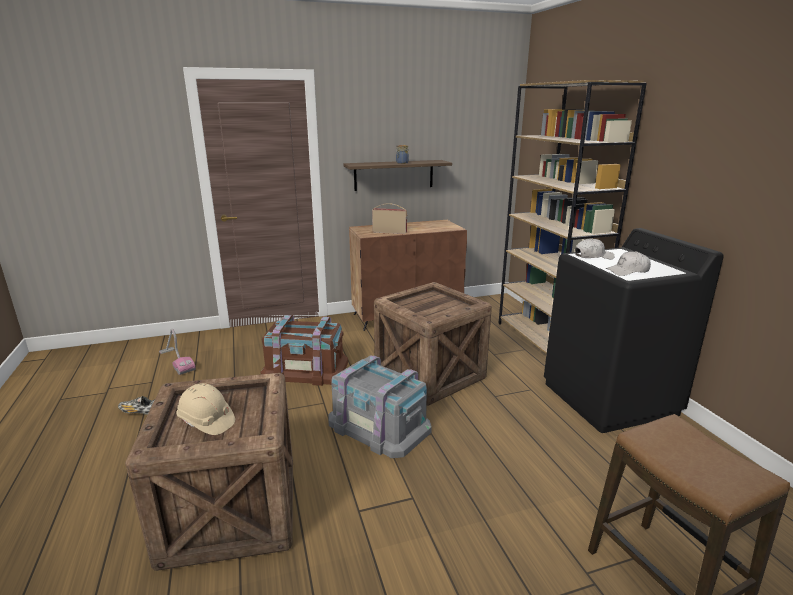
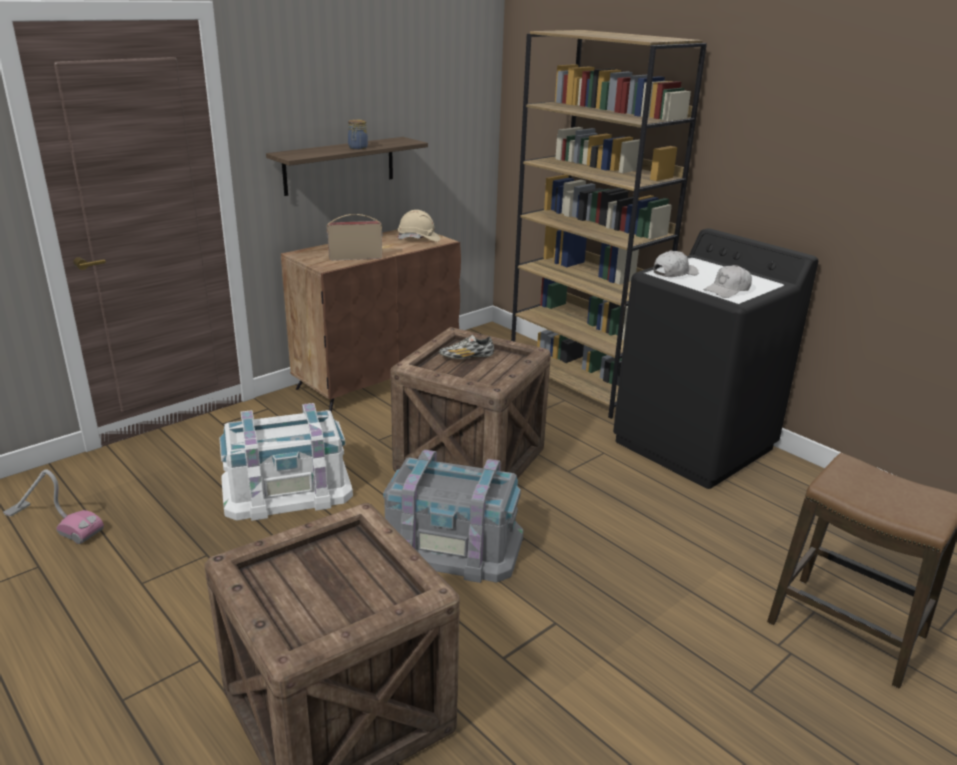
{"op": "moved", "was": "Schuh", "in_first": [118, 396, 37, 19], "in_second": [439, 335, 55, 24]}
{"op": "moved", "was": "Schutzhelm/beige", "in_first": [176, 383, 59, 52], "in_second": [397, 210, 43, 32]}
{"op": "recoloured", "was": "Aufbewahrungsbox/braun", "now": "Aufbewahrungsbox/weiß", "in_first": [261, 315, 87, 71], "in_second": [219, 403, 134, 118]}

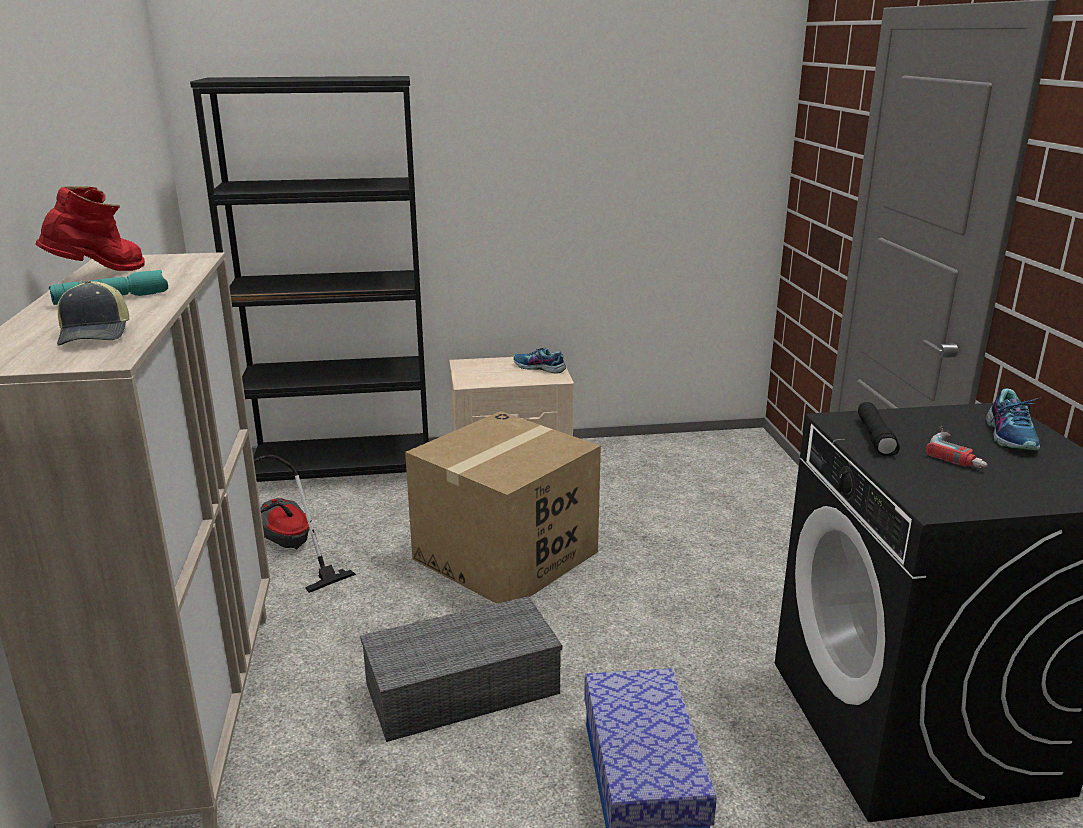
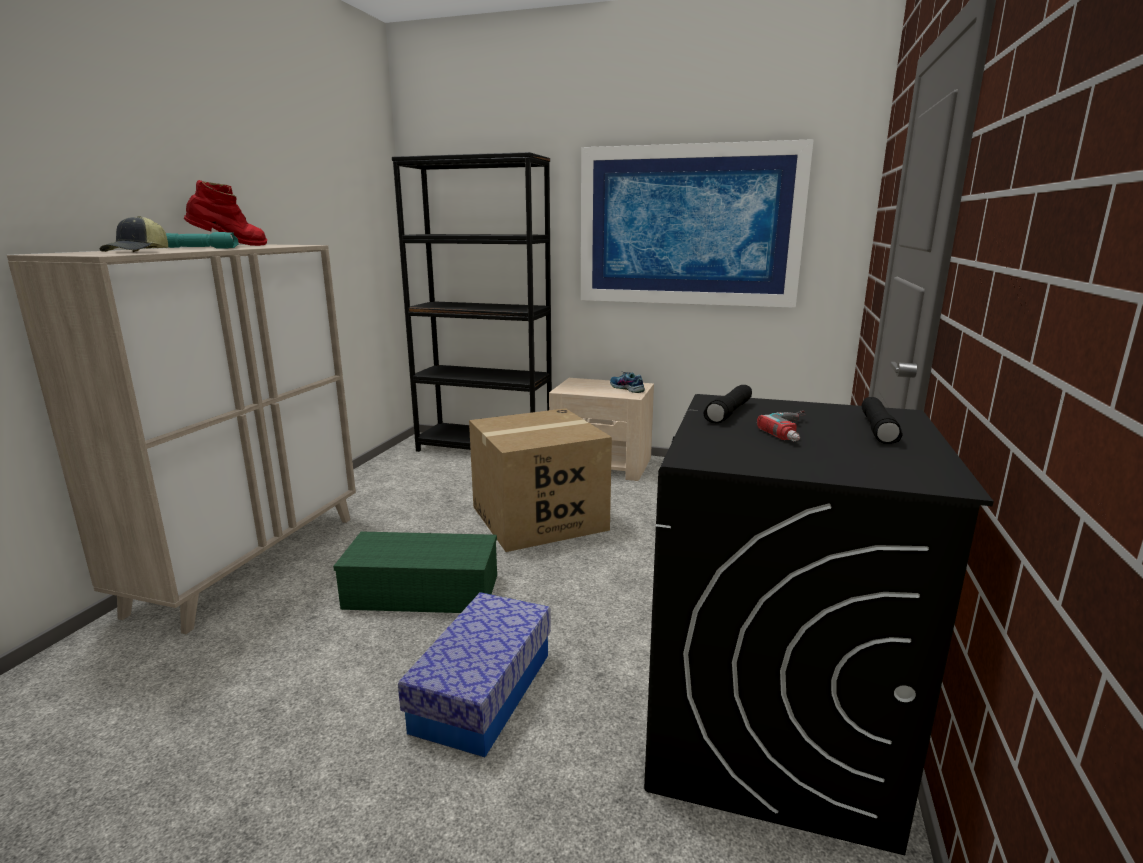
{"op": "removed", "was": "Staubsauger", "in_first": [254, 455, 102, 138]}
{"op": "added", "now": "Bild", "in_second": [581, 139, 233, 169]}
{"op": "replaced", "was": "Schuh", "now": "Taschenlampe/schwarz", "in_first": [986, 388, 54, 62], "in_second": [862, 397, 40, 47]}
{"op": "recoloured", "was": "Aufbewahrungsbox/grau", "now": "Aufbewahrungsbox/grün", "in_first": [360, 596, 202, 146], "in_second": [333, 532, 164, 81]}

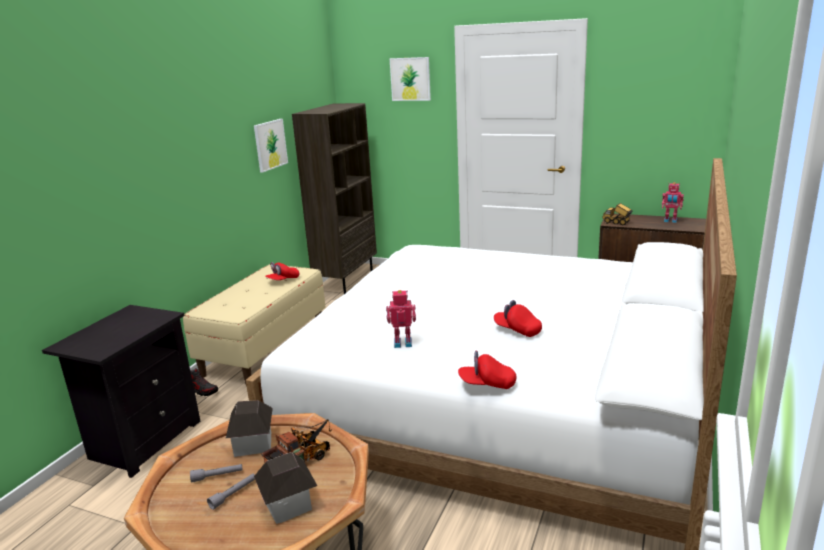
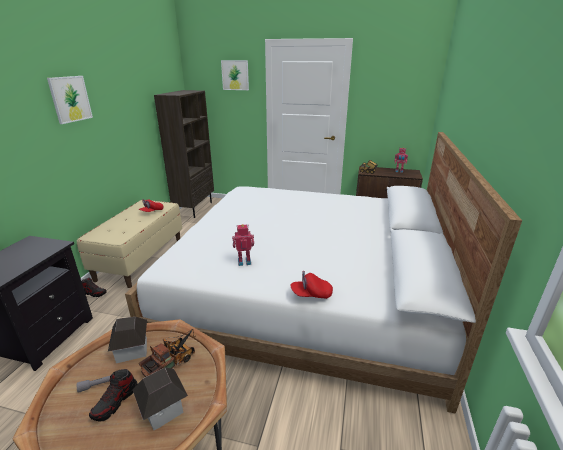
{"op": "removed", "was": "Kappe/rot", "in_first": [494, 300, 48, 37]}
{"op": "moved", "was": "Bild", "in_first": [254, 119, 34, 54], "in_second": [47, 76, 46, 48]}
{"op": "replaced", "was": "Taschenlampe/grau", "now": "Schuh", "in_first": [207, 474, 48, 36], "in_second": [89, 369, 49, 53]}

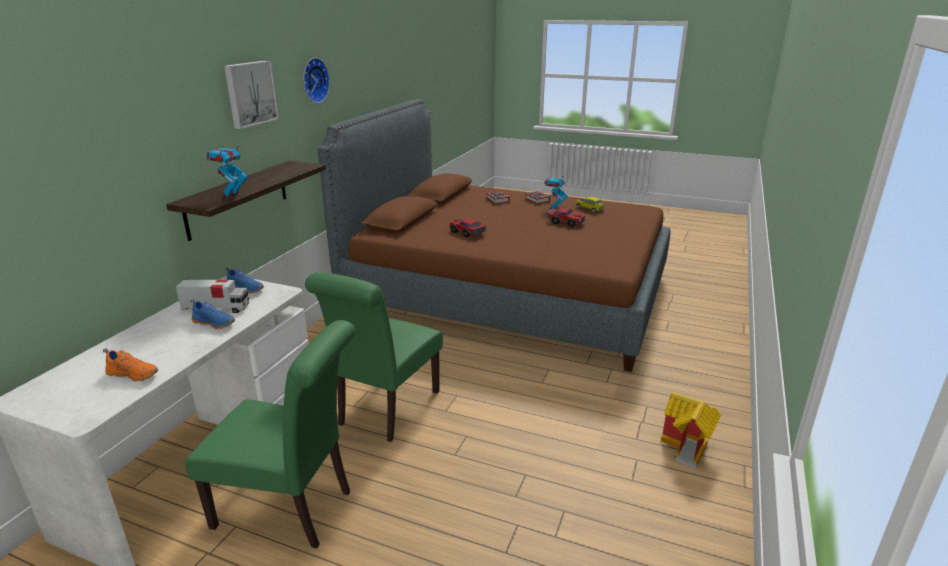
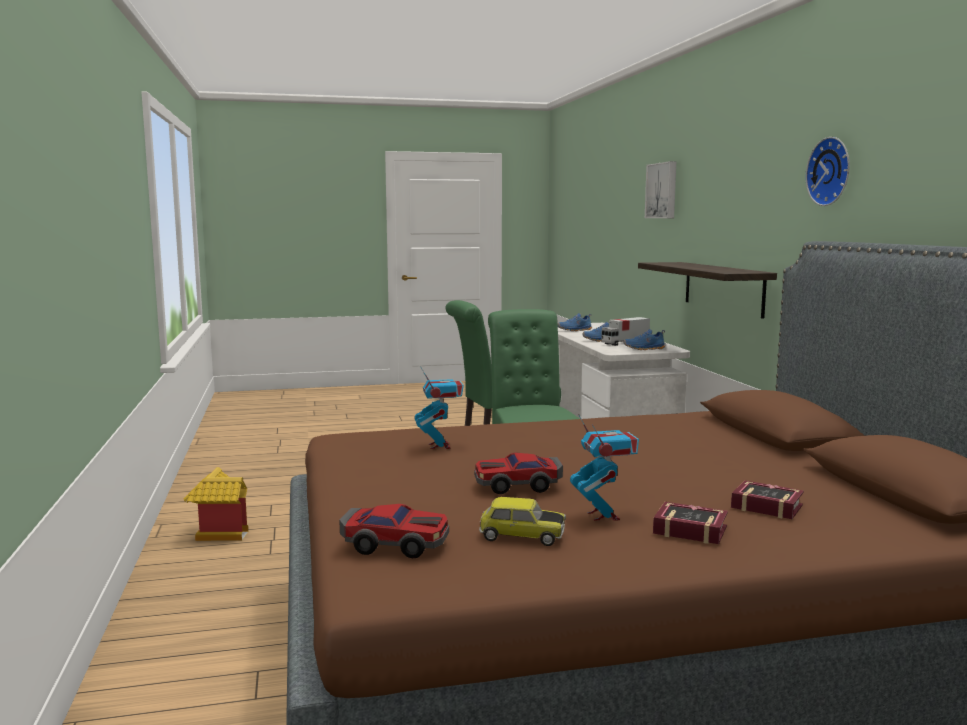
{"op": "moved", "was": "Spielzeugroboter", "in_first": [206, 140, 42, 58], "in_second": [414, 367, 50, 82]}
{"op": "moved", "was": "Bild", "in_first": [224, 61, 55, 68], "in_second": [645, 161, 31, 57]}
{"op": "moved", "was": "Spielzeugauto", "in_first": [449, 218, 37, 19], "in_second": [339, 504, 110, 54]}
{"op": "recoloured", "was": "Schuh/orange", "now": "Schuh/blau", "in_first": [103, 349, 55, 33], "in_second": [558, 313, 34, 18]}

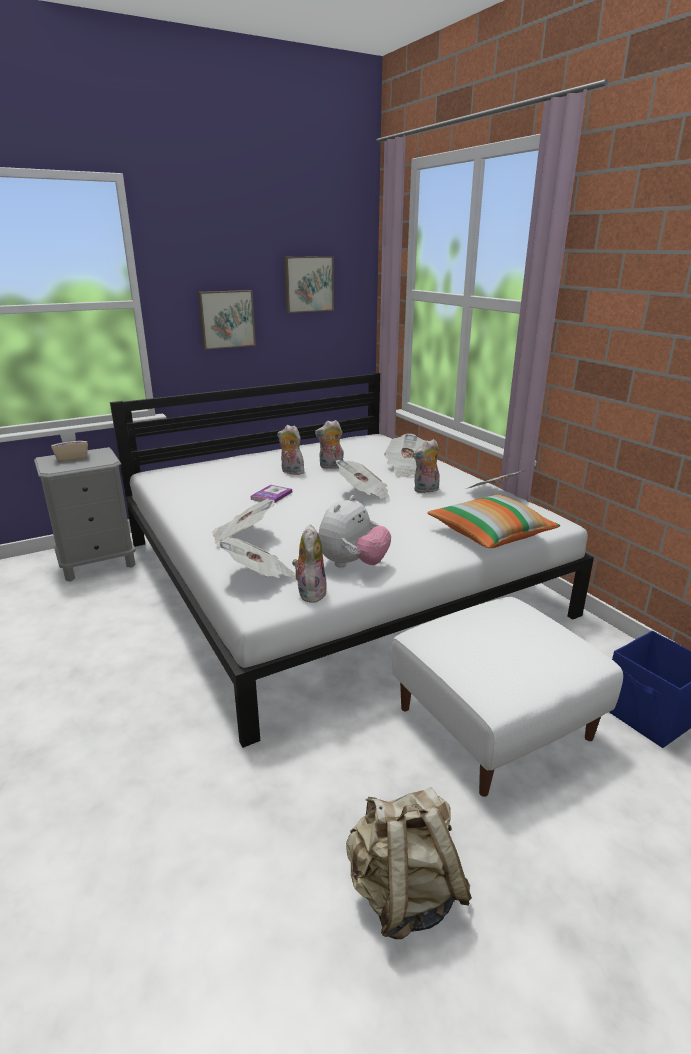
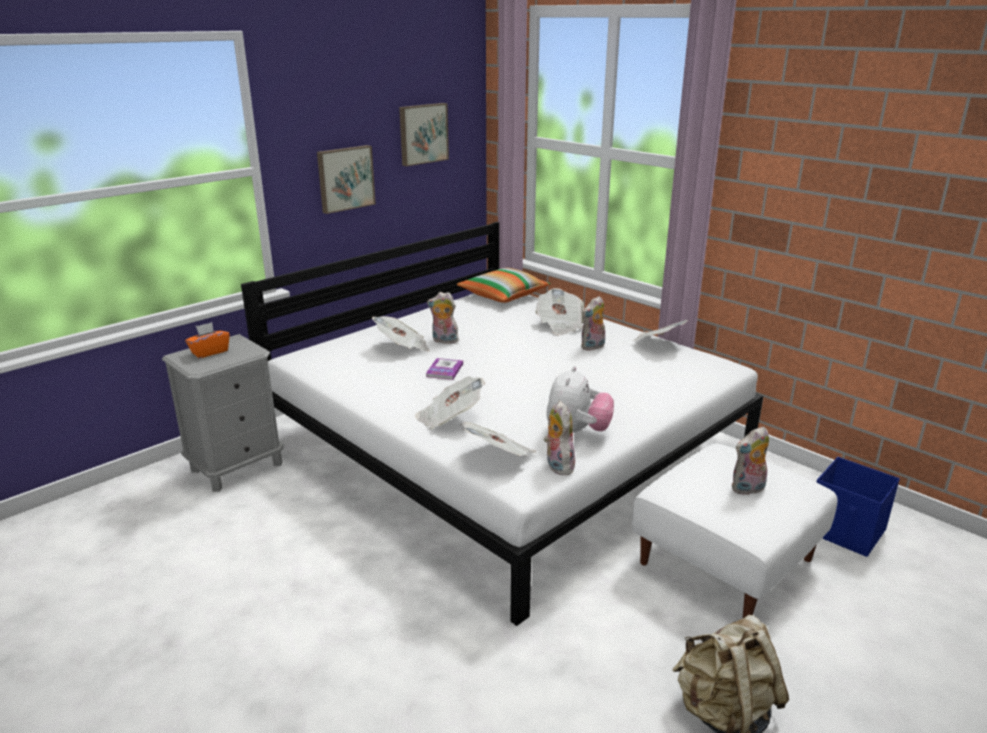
{"op": "moved", "was": "Plüschtier", "in_first": [315, 420, 29, 49], "in_second": [732, 427, 37, 68]}
{"op": "moved", "was": "Zeitung", "in_first": [336, 460, 54, 40], "in_second": [372, 316, 58, 35]}
{"op": "moved", "was": "Kissen", "in_first": [427, 494, 133, 54], "in_second": [457, 268, 93, 35]}
{"op": "recoloured", "was": "Taschentuchbox/beige", "now": "Taschentuchbox/orange", "in_first": [51, 432, 37, 30], "in_second": [185, 322, 45, 36]}

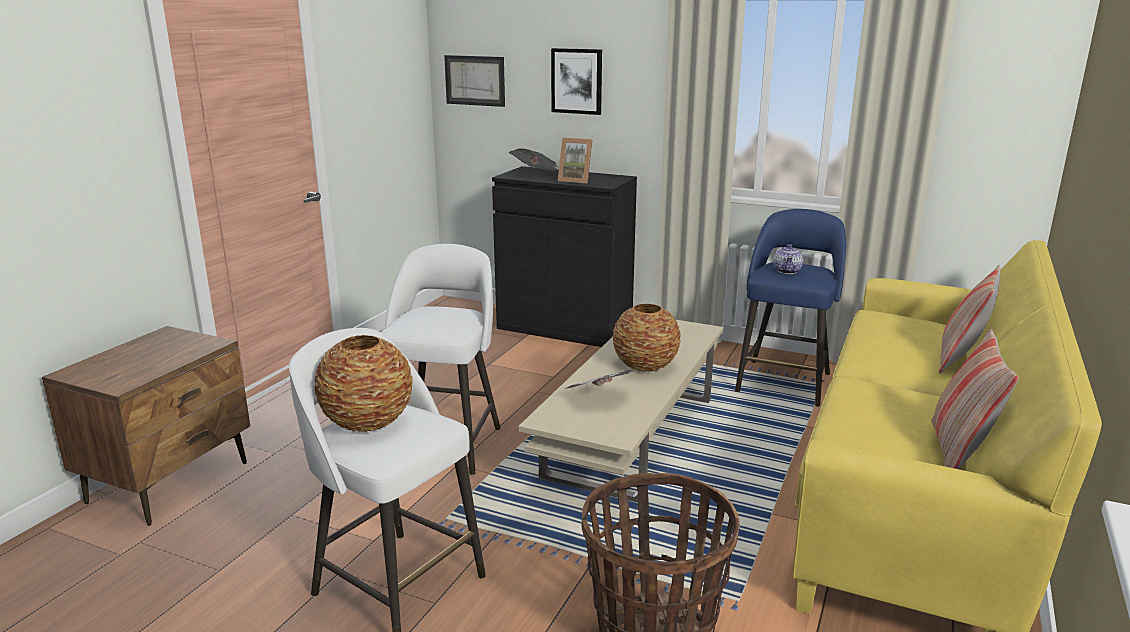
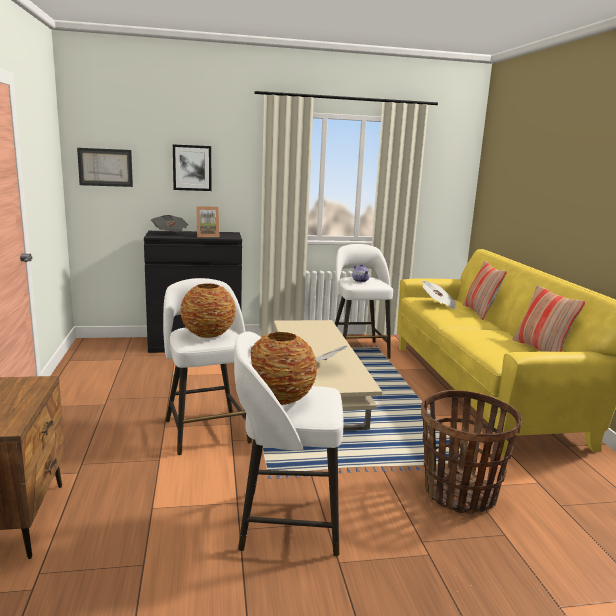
{"op": "added", "now": "Zeitung", "in_second": [422, 280, 34, 29]}
{"op": "moved", "was": "Vase", "in_first": [613, 304, 68, 68], "in_second": [180, 283, 56, 55]}
{"op": "recoloured", "was": "Hocker/blau", "now": "Hocker/weiß", "in_first": [735, 209, 111, 198], "in_second": [335, 244, 58, 115]}

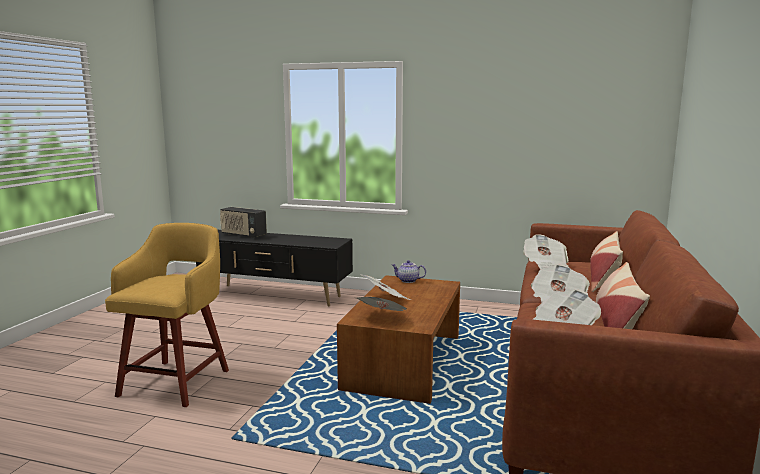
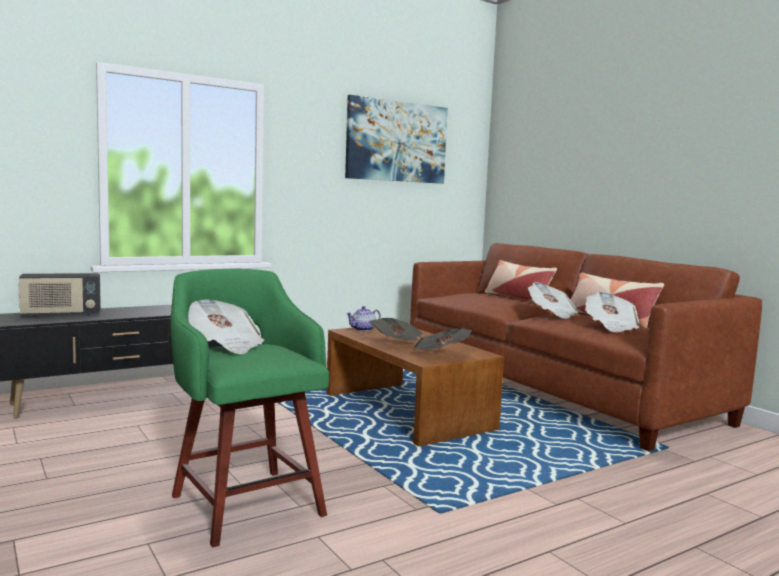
{"op": "added", "now": "Bild", "in_second": [345, 95, 103, 89]}
{"op": "moved", "was": "Zeitung", "in_first": [523, 234, 45, 35], "in_second": [188, 299, 77, 55]}
{"op": "recoloured", "was": "Hocker/gelb", "now": "Hocker/grün", "in_first": [105, 223, 124, 184], "in_second": [170, 269, 159, 278]}

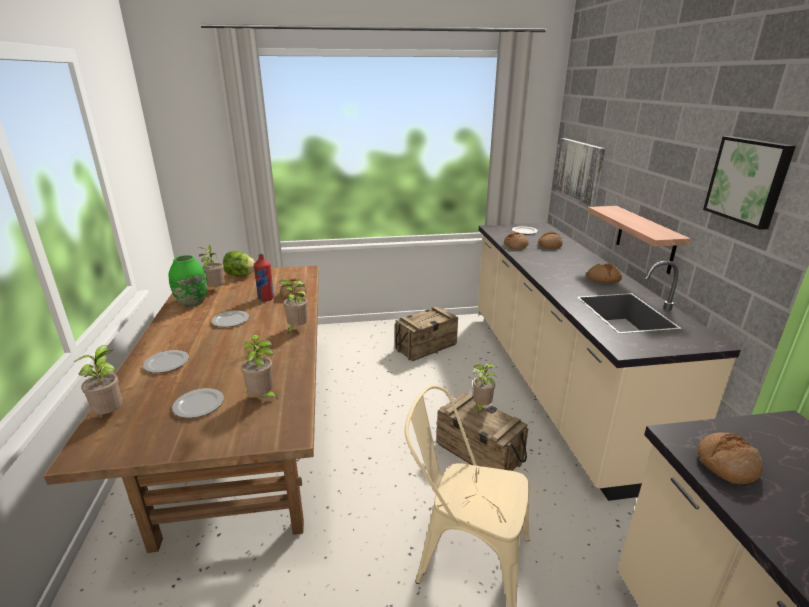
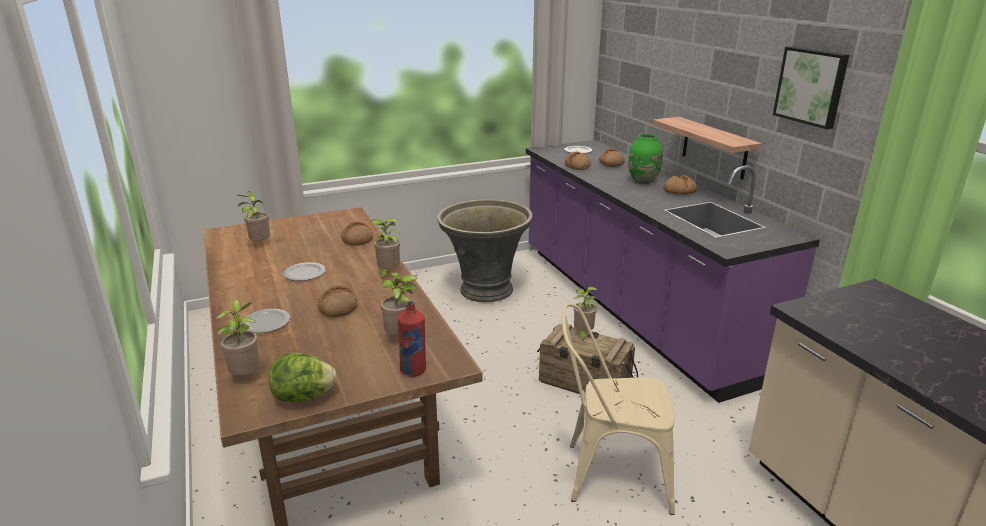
{"op": "removed", "was": "Teller", "in_first": [172, 388, 52, 30]}
{"op": "removed", "was": "Bild", "in_first": [554, 138, 51, 68]}
{"op": "moved", "was": "Vase/grün", "in_first": [168, 255, 39, 52], "in_second": [628, 134, 35, 50]}
{"op": "moved", "was": "Salatkopf", "in_first": [223, 251, 33, 25], "in_second": [269, 352, 68, 50]}
{"op": "moved", "was": "Flasche/rot", "in_first": [254, 254, 20, 47], "in_second": [398, 301, 28, 76]}
{"op": "moved", "was": "Brot", "in_first": [697, 433, 66, 51], "in_second": [318, 286, 39, 32]}
{"op": "replaced", "was": "Kiste", "now": "Pflanzkübel/grau", "in_first": [395, 306, 63, 55], "in_second": [437, 199, 96, 103]}
{"op": "recoloured", "was": "Küchenzeile/beige", "now": "Küchenzeile/lila", "in_first": [478, 223, 263, 278], "in_second": [526, 140, 294, 263]}

